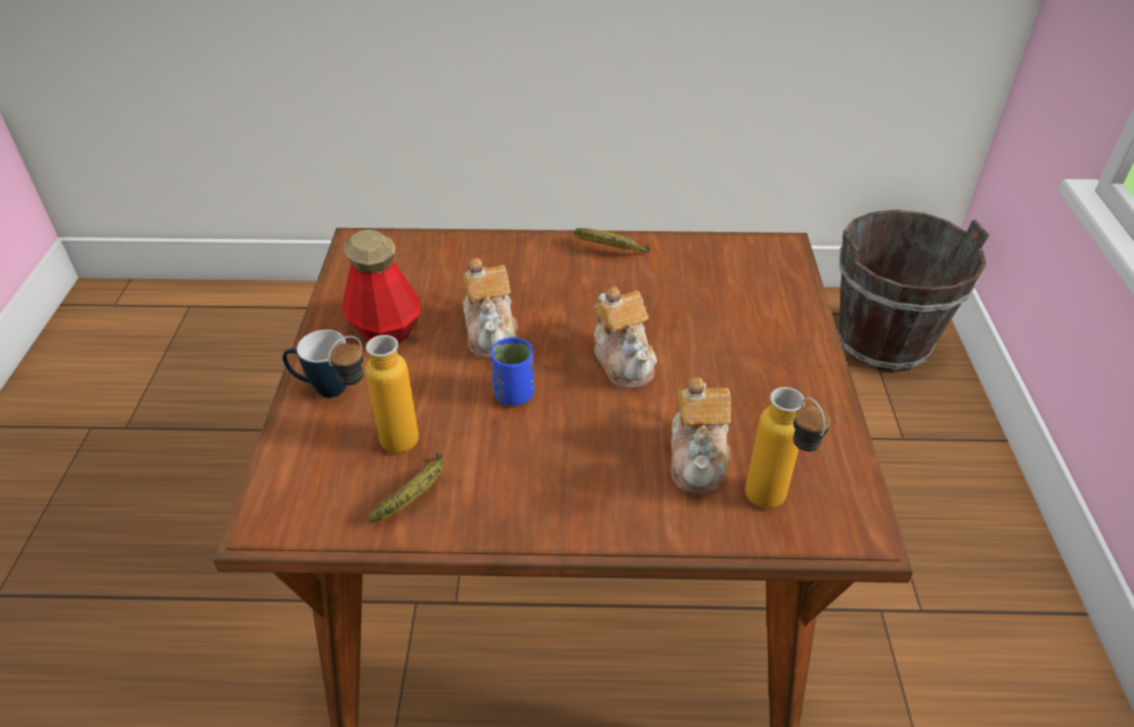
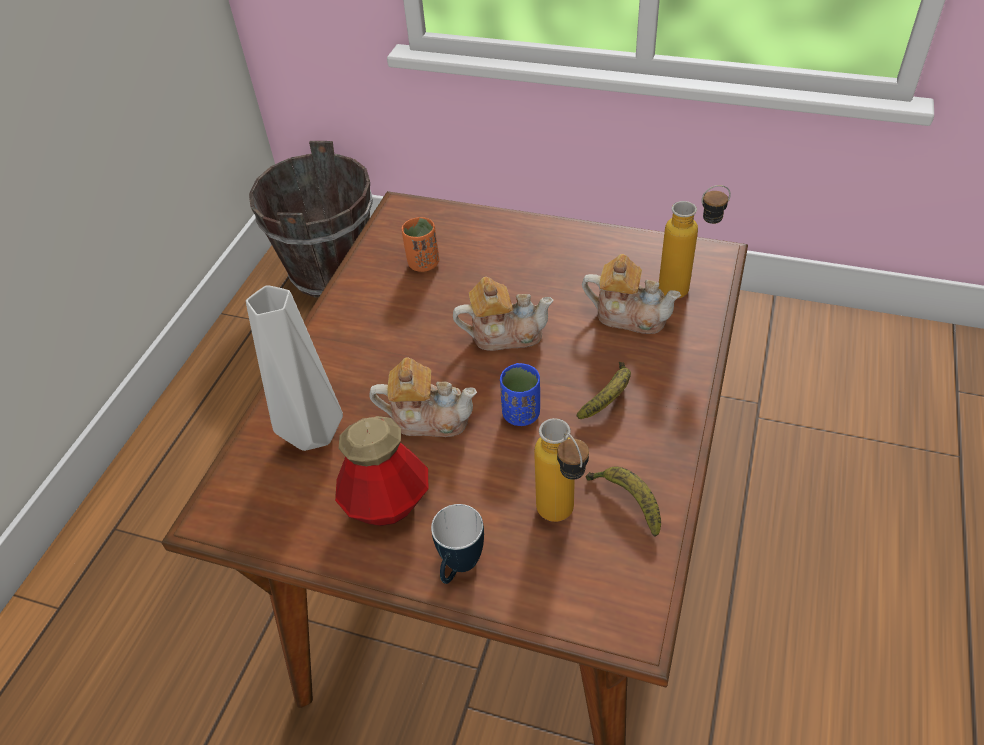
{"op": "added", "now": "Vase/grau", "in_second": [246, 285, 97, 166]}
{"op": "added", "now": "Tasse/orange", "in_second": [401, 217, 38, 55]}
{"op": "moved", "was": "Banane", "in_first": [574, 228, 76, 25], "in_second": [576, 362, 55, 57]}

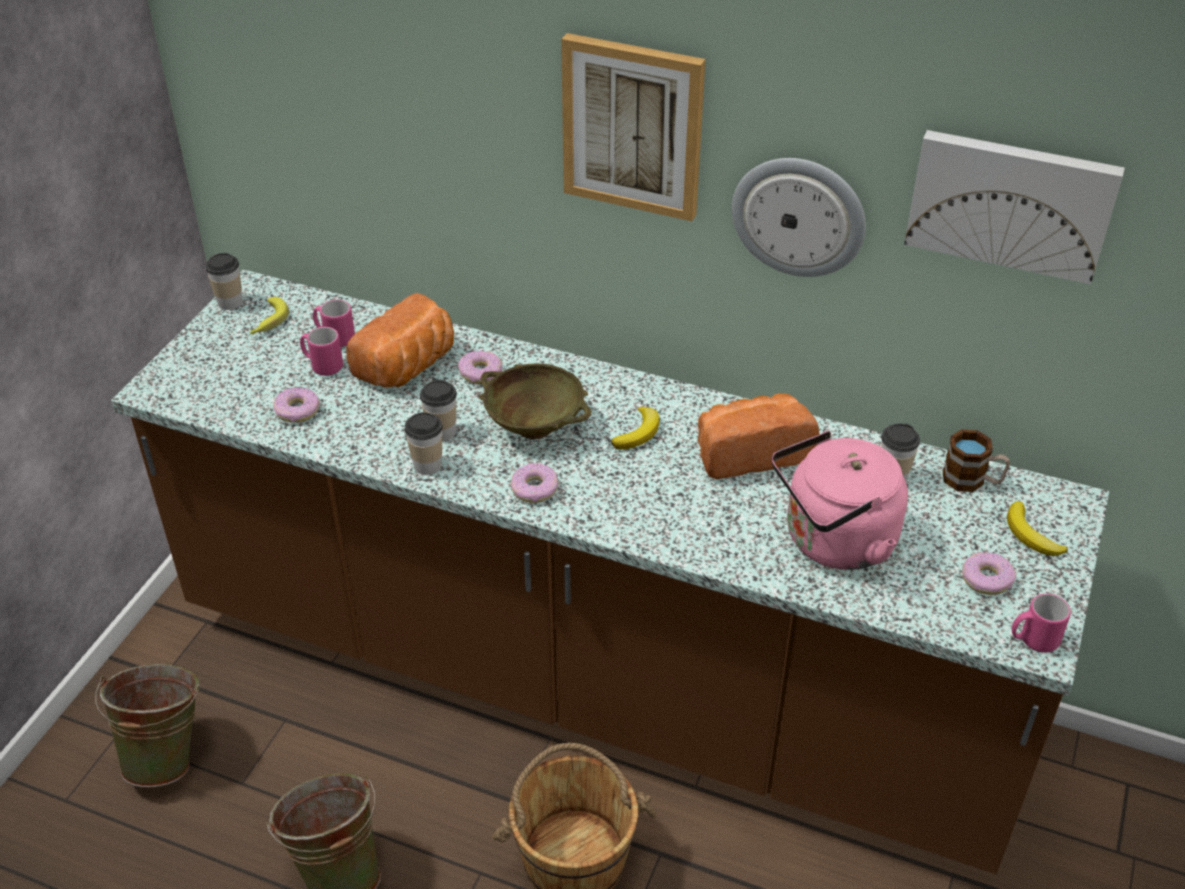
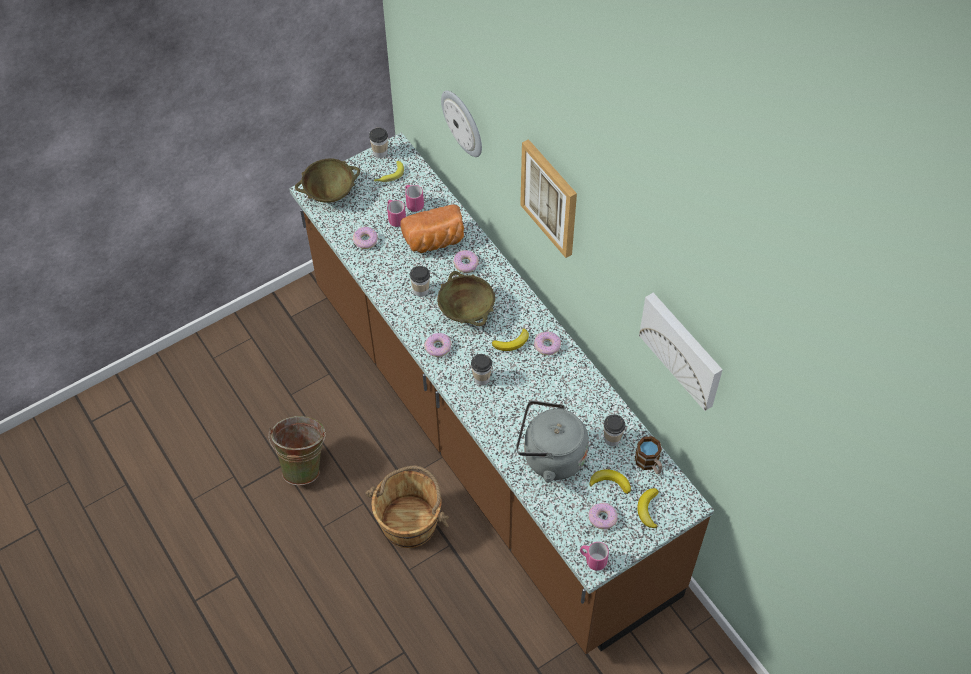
{"op": "removed", "was": "Eimer/grün", "in_first": [95, 664, 105, 123]}
{"op": "removed", "was": "Brot", "in_first": [697, 393, 122, 86]}
{"op": "added", "now": "Schüssel/beige", "in_second": [295, 158, 65, 45]}
{"op": "added", "now": "Donut", "in_second": [534, 332, 27, 24]}
{"op": "added", "now": "Banane", "in_second": [589, 469, 42, 25]}
{"op": "moved", "was": "Tasse", "in_first": [405, 412, 38, 63], "in_second": [471, 354, 21, 31]}
{"op": "moved", "was": "Wanduhr", "in_first": [732, 158, 134, 119], "in_second": [441, 90, 41, 67]}
{"op": "recoloured", "was": "Wasserkessel/rosa", "now": "Wasserkessel/grau", "in_first": [772, 431, 136, 139], "in_second": [516, 401, 73, 81]}

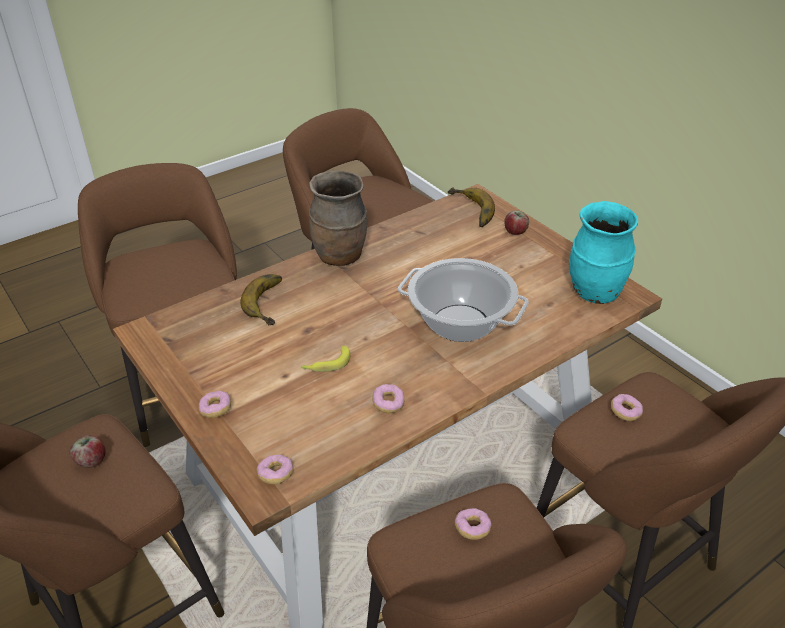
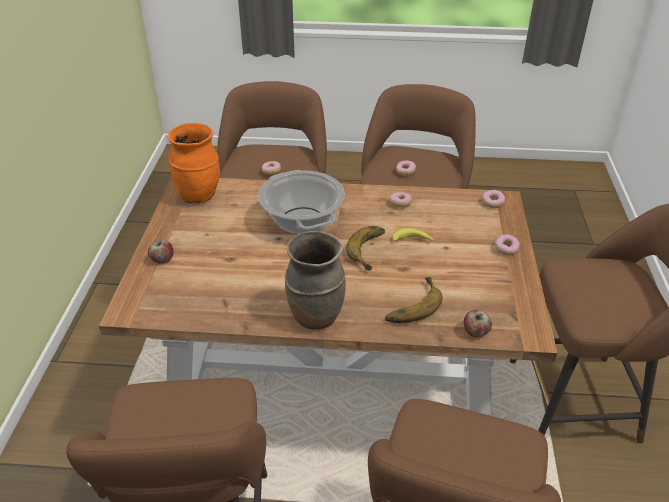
{"op": "moved", "was": "Apfel", "in_first": [70, 435, 36, 33], "in_second": [464, 310, 28, 27]}
{"op": "moved", "was": "Banane", "in_first": [448, 187, 47, 40], "in_second": [346, 226, 39, 44]}
{"op": "recoloured", "was": "Vase/türkis", "now": "Vase/orange", "in_first": [569, 201, 69, 103], "in_second": [168, 123, 52, 80]}

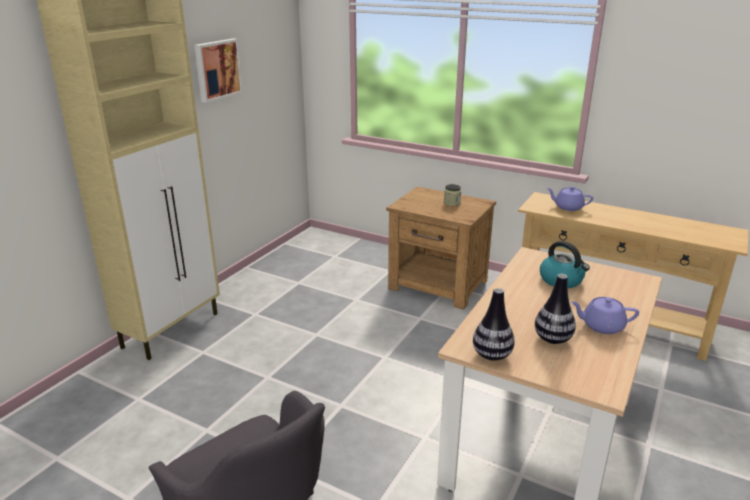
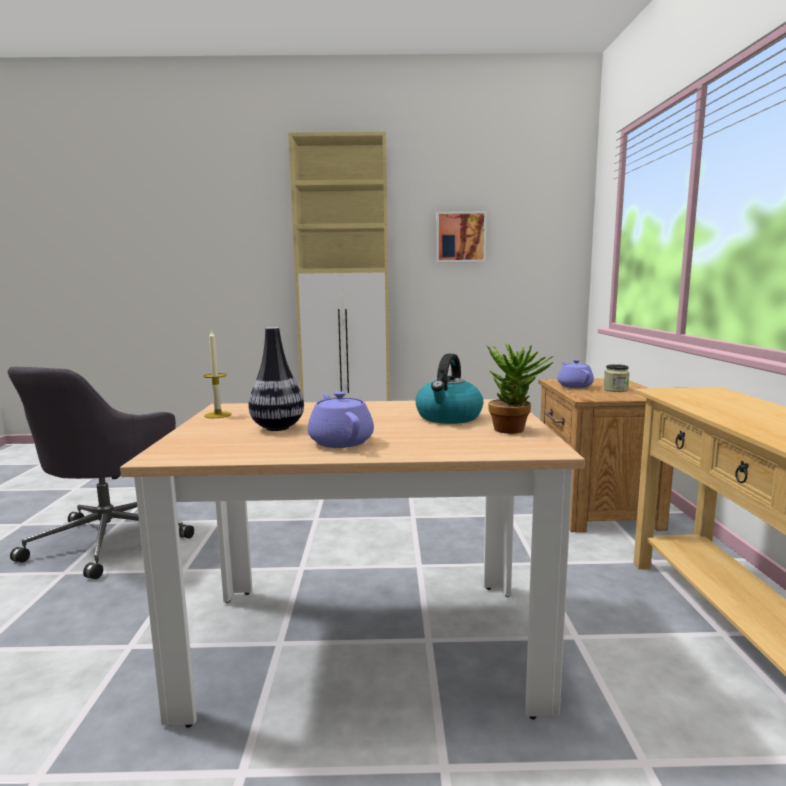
{"op": "added", "now": "Topfpflanze", "in_second": [486, 344, 68, 90]}
{"op": "moved", "was": "Teekanne/lila", "in_first": [547, 186, 46, 25], "in_second": [557, 360, 37, 28]}
{"op": "replaced", "was": "Vase", "now": "Kerze", "in_first": [473, 288, 42, 73], "in_second": [203, 329, 29, 89]}

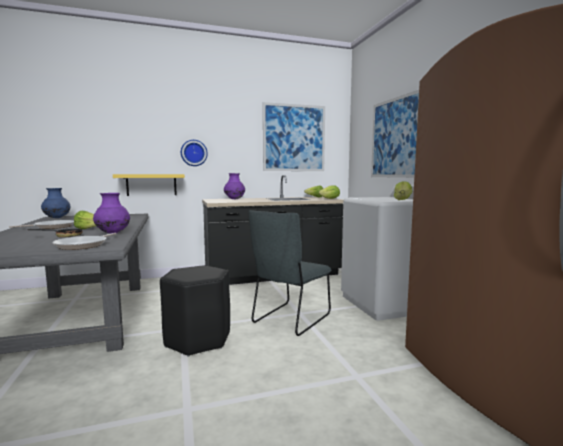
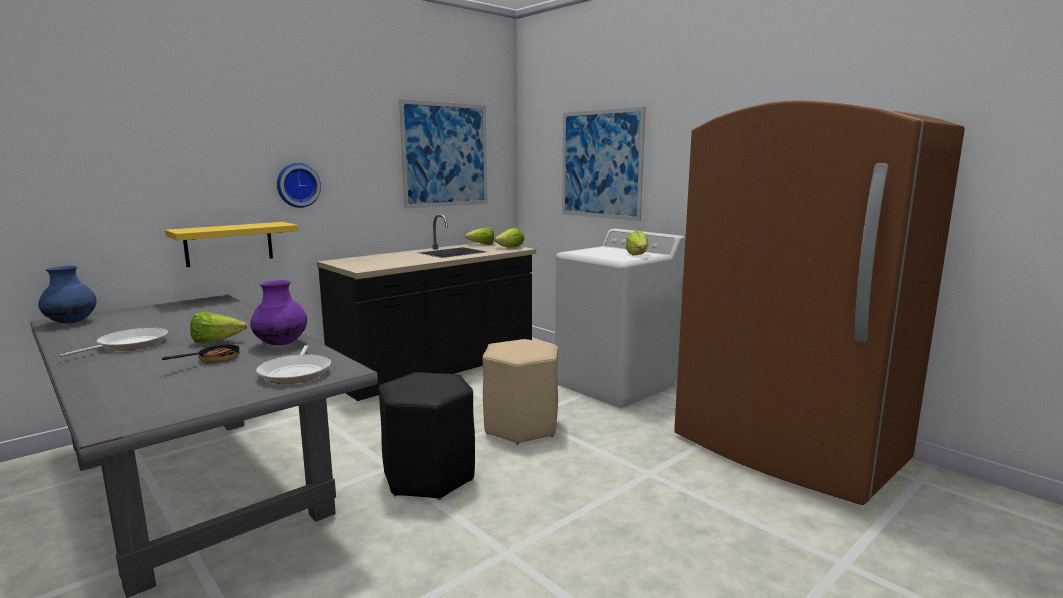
{"op": "removed", "was": "Vase/lila", "in_first": [224, 173, 21, 26]}
{"op": "replaced", "was": "Stuhl/grau", "now": "Hocker/beige", "in_first": [248, 210, 83, 126], "in_second": [482, 339, 76, 105]}

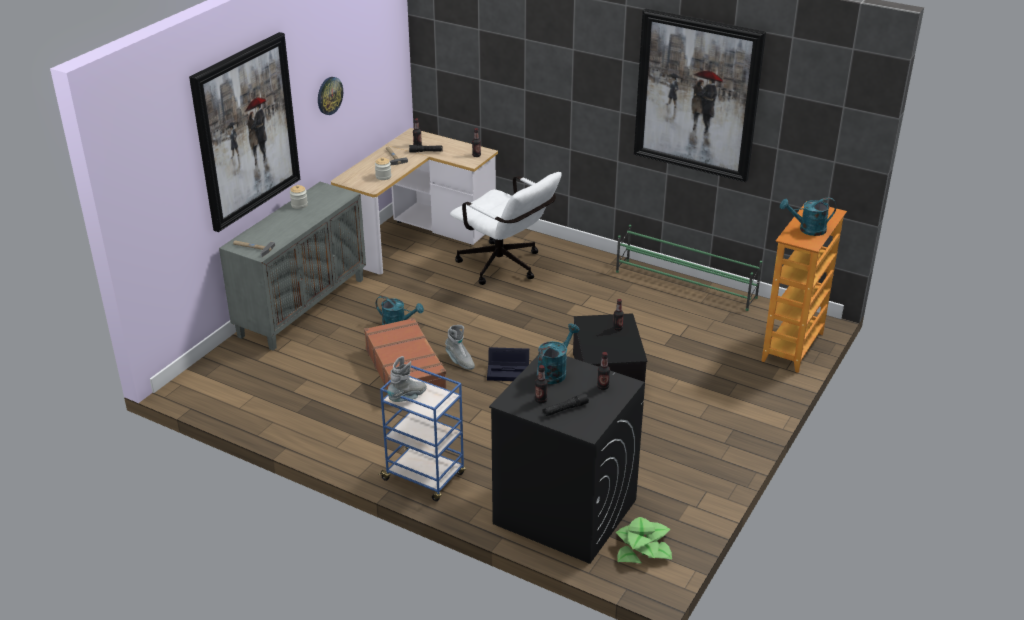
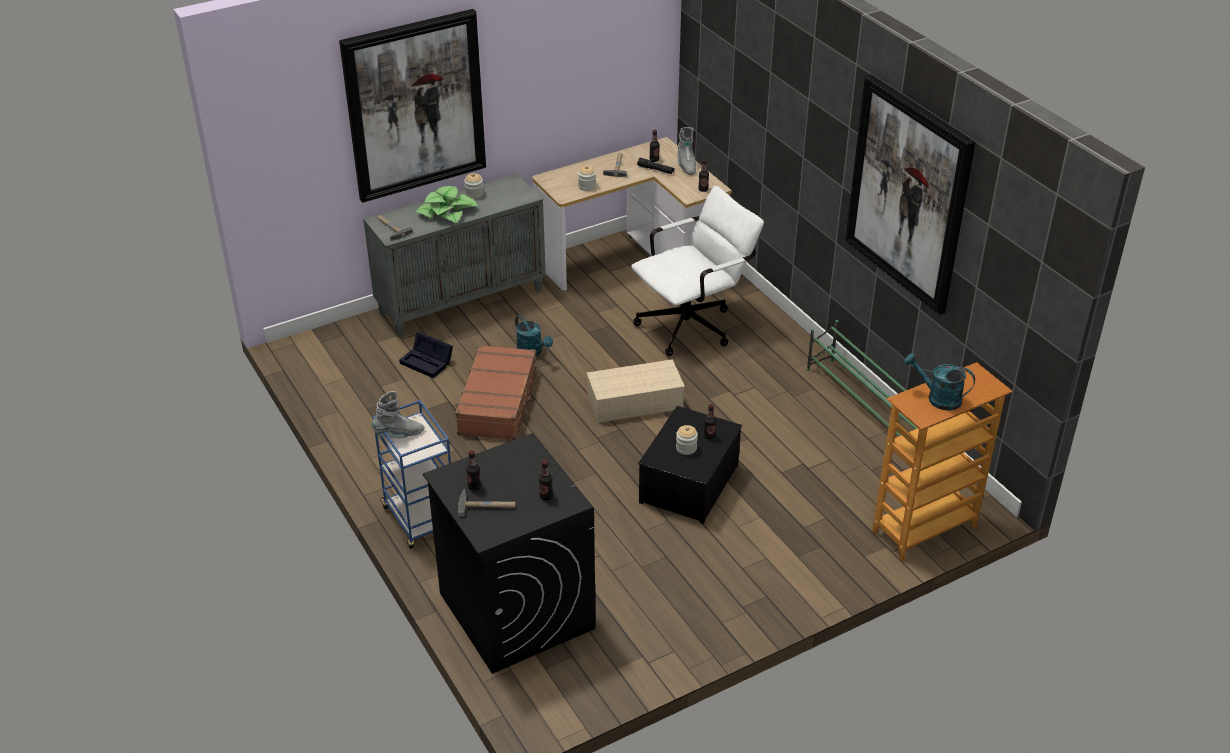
{"op": "removed", "was": "Wanduhr", "in_first": [318, 77, 25, 38]}
{"op": "removed", "was": "Gießkanne/türkis", "in_first": [537, 323, 43, 61]}
{"op": "added", "now": "Aufbewahrungsbox/beige", "in_second": [587, 359, 98, 64]}
{"op": "added", "now": "Vorratsglas", "in_second": [676, 425, 22, 30]}
{"op": "moved", "was": "Stiefel/grau", "in_first": [445, 325, 30, 45], "in_second": [677, 127, 19, 48]}
{"op": "moved", "was": "Aufbewahrungsbox/schwarz", "in_first": [487, 347, 42, 34], "in_second": [399, 332, 54, 46]}
{"op": "moved", "was": "Topfpflanze", "in_first": [616, 517, 56, 47], "in_second": [416, 186, 62, 38]}
{"op": "replaced", "was": "Taschenlampe/schwarz", "now": "Hammer", "in_first": [542, 393, 47, 23], "in_second": [458, 489, 58, 28]}
{"op": "turned", "was": "Bürostuhl/weiß", "in_first": [450, 172, 112, 113], "in_second": [631, 186, 133, 170], "clockwise": -105}

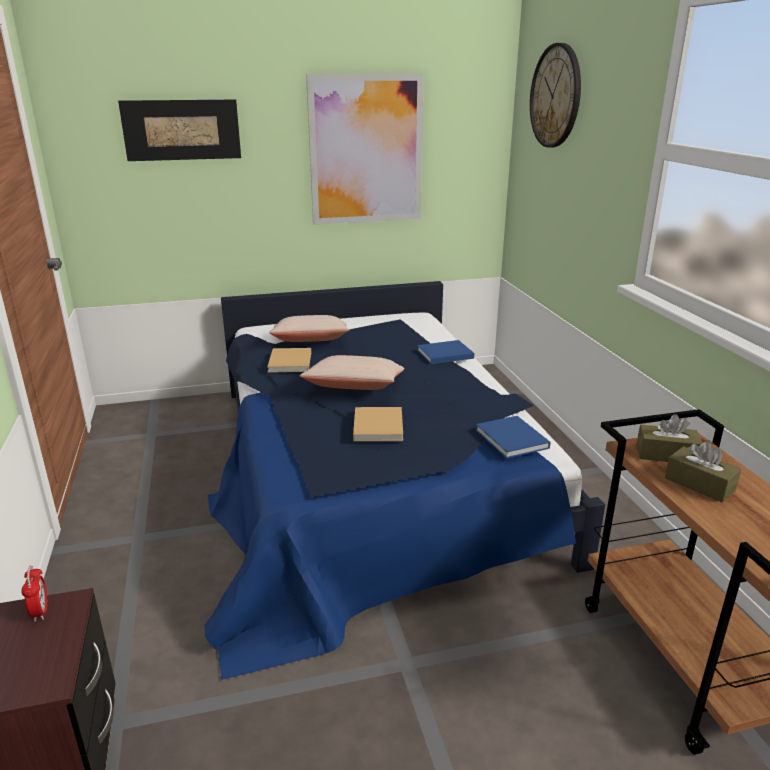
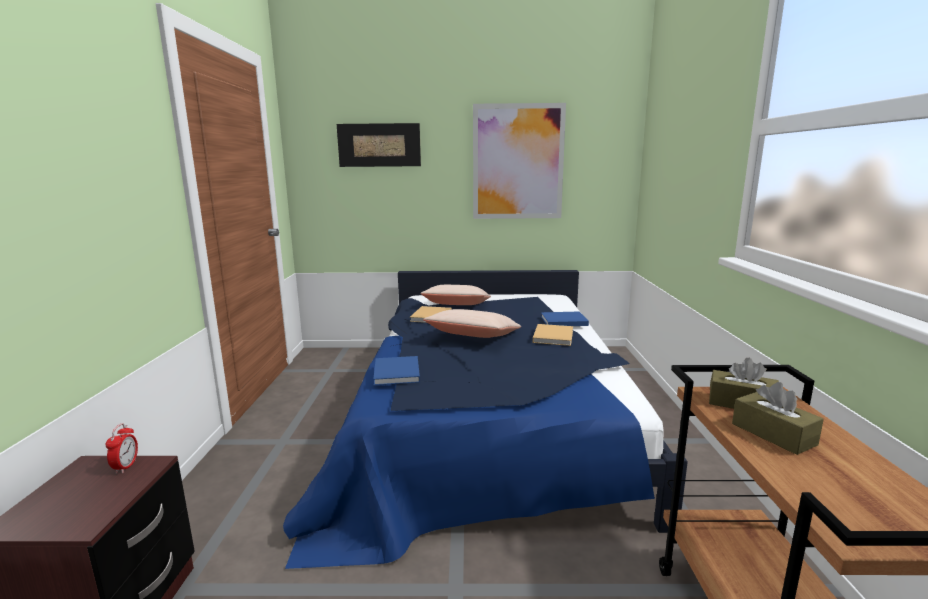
{"op": "removed", "was": "Wanduhr", "in_first": [530, 43, 51, 105]}
{"op": "moved", "was": "Buch/beige", "in_first": [353, 407, 50, 34], "in_second": [533, 324, 40, 22]}
{"op": "moved", "was": "Buch/blau", "in_first": [476, 416, 75, 43], "in_second": [373, 356, 47, 29]}

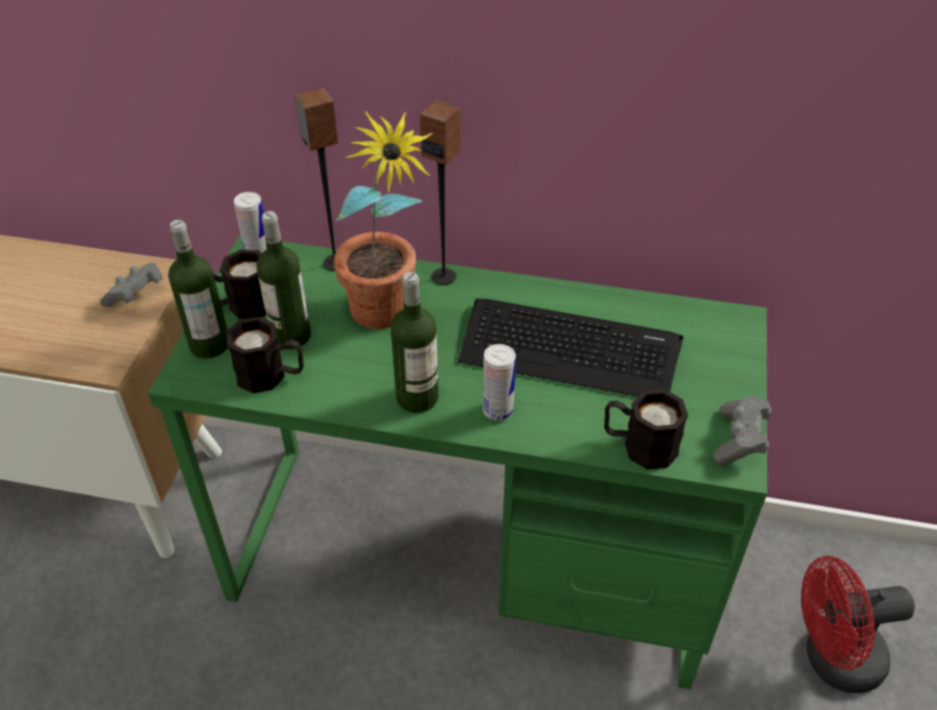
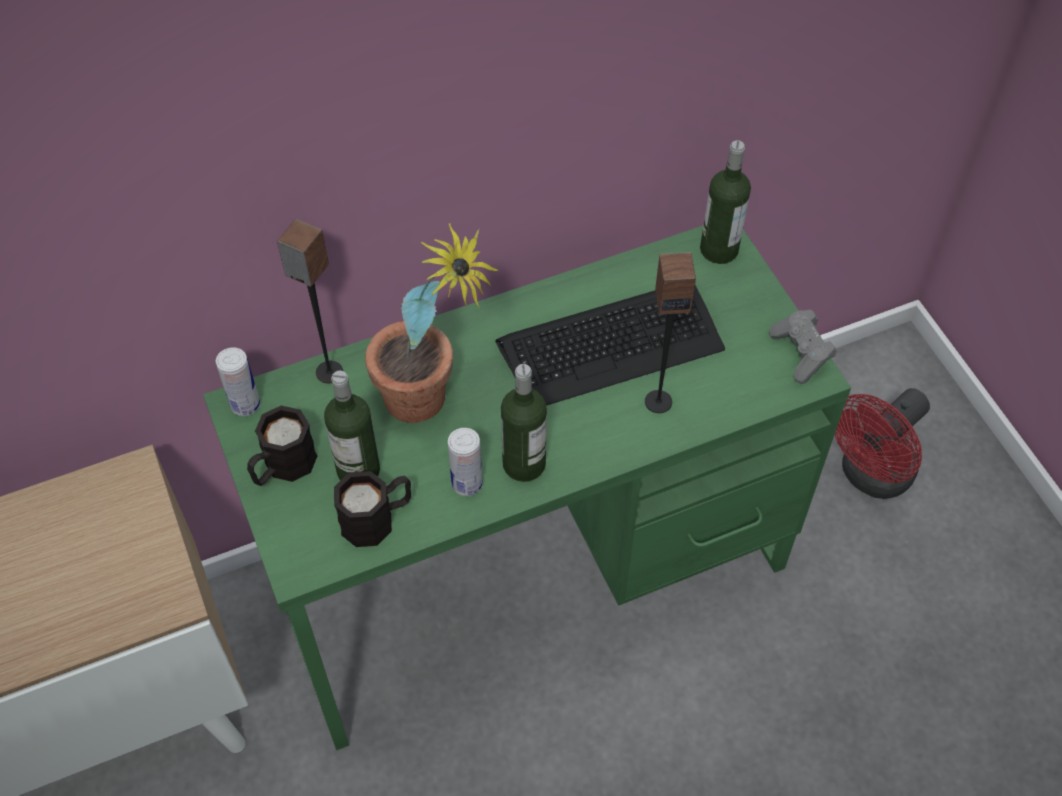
{"op": "removed", "was": "Gamepad/grau", "in_first": [100, 263, 63, 44]}
{"op": "removed", "was": "Henkelbecher/schwarz", "in_first": [604, 389, 84, 80]}
{"op": "moved", "was": "Flasche", "in_first": [168, 220, 60, 139], "in_second": [700, 140, 51, 124]}
{"op": "moved", "was": "Lautsprecher", "in_first": [420, 99, 41, 186], "in_second": [645, 252, 51, 161]}
{"op": "moved", "was": "Dose", "in_first": [483, 344, 33, 77], "in_second": [448, 428, 35, 68]}

